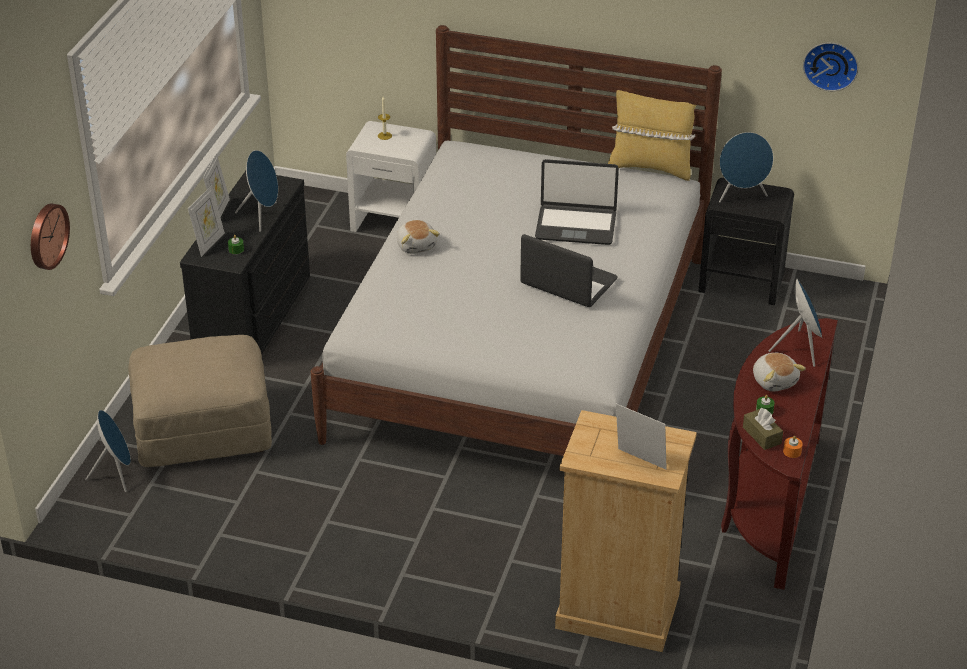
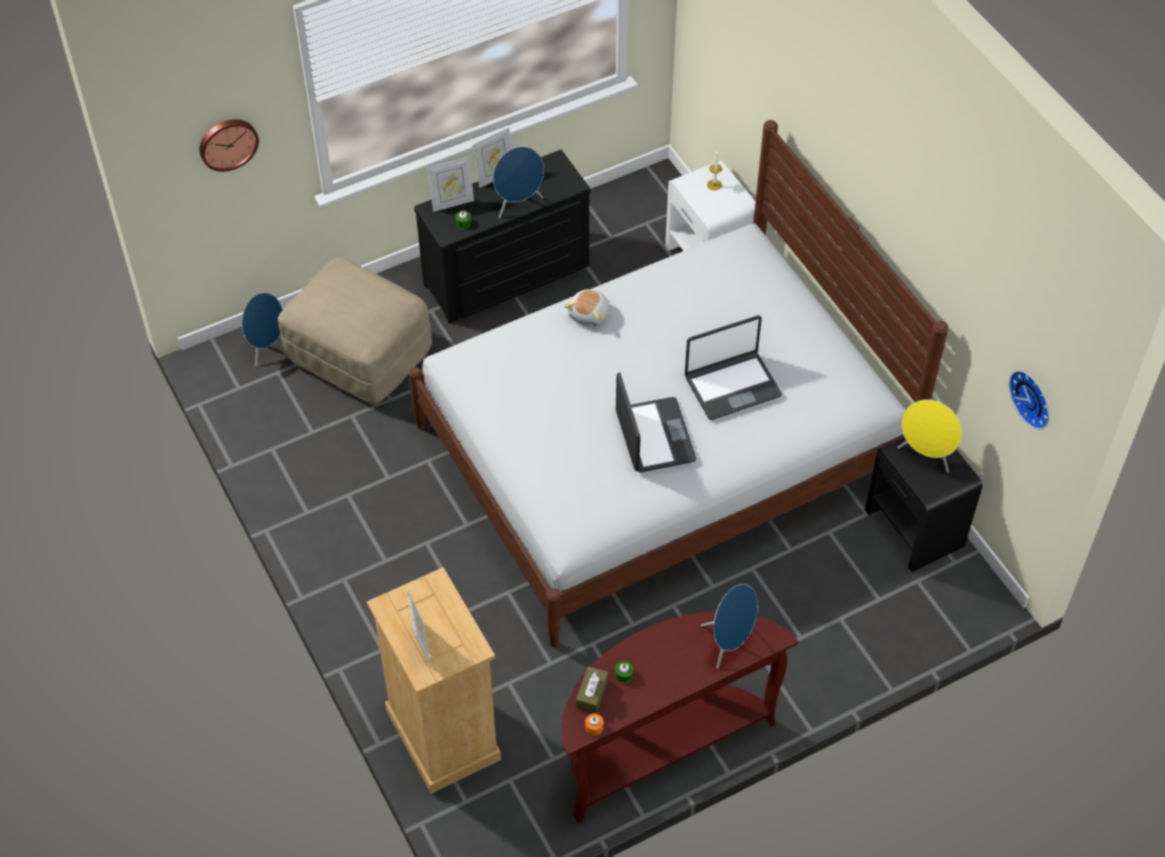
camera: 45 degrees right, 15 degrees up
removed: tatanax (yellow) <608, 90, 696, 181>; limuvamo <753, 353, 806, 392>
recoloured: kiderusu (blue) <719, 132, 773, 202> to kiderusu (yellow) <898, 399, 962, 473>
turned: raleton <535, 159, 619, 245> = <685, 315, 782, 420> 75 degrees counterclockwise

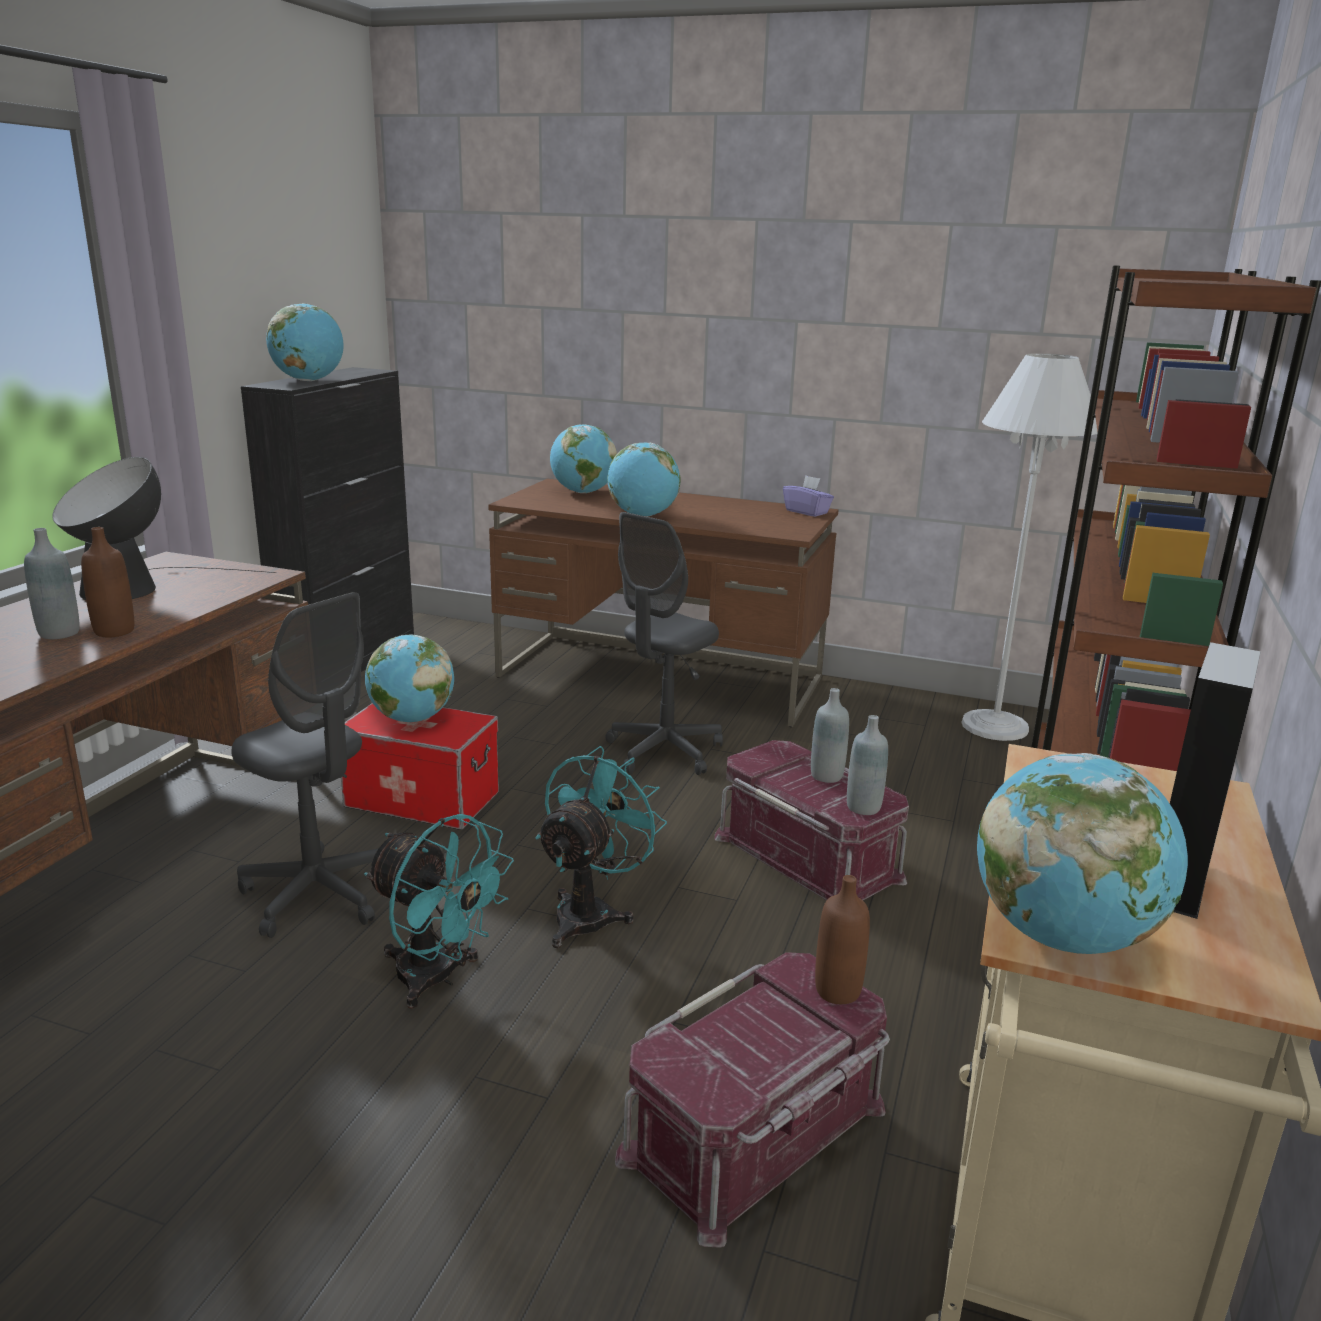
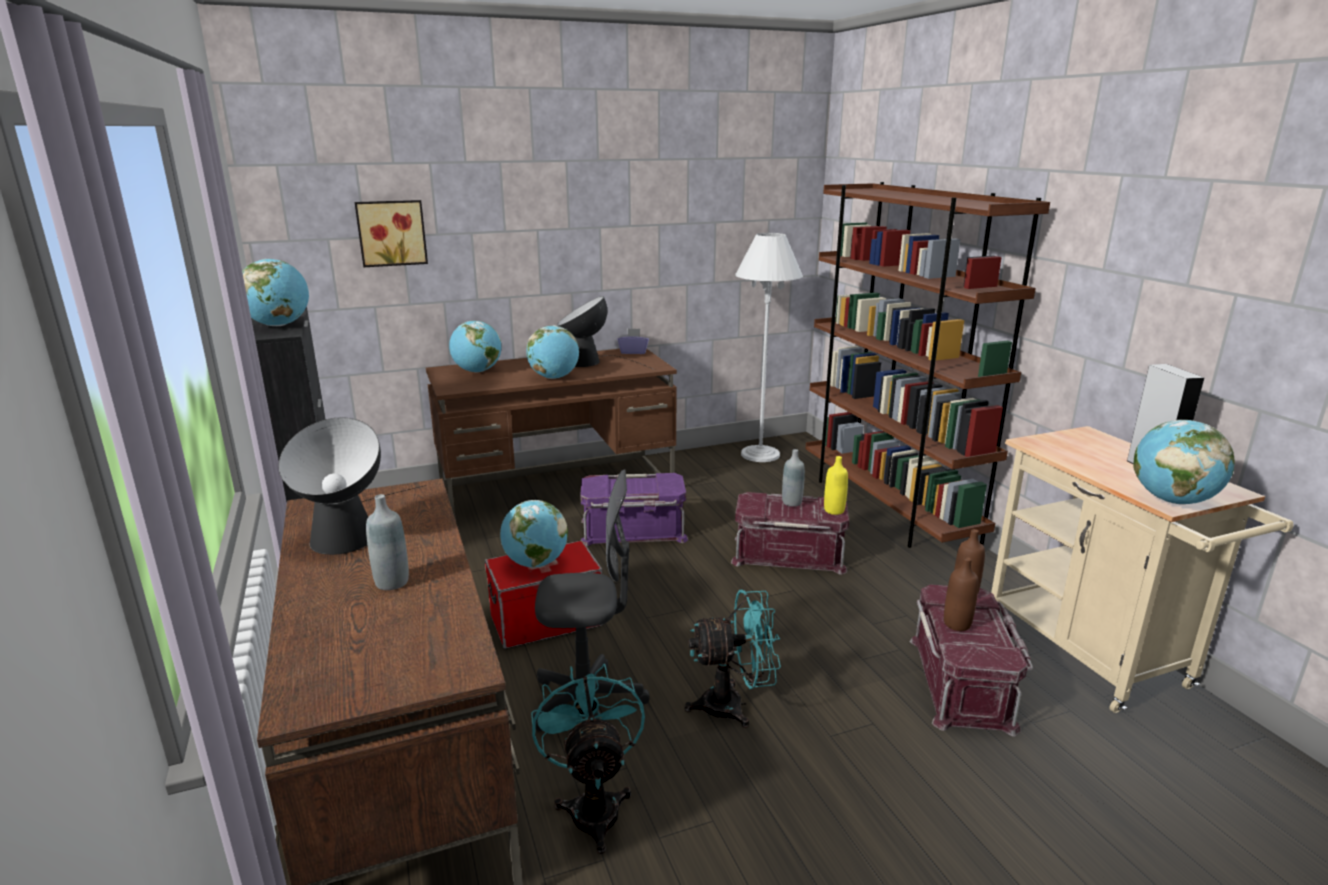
camera: 40 degrees left, 0 degrees up
added: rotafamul <355, 200, 428, 267>; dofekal <557, 296, 655, 370>
moved: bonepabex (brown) <81, 527, 134, 637> to <944, 557, 979, 631>; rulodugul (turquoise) <536, 746, 667, 948> to <531, 664, 645, 854>
replaced: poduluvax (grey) <606, 512, 723, 775> to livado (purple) <580, 473, 688, 546>
recoloured: bonepabex (grey) <847, 715, 888, 815> to bonepabex (yellow) <824, 456, 848, 515>

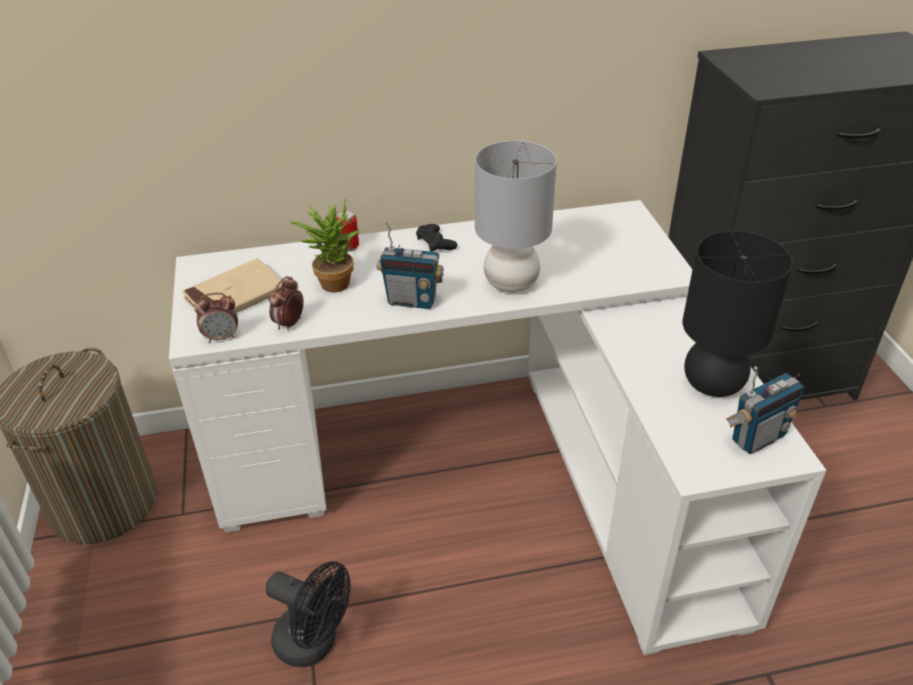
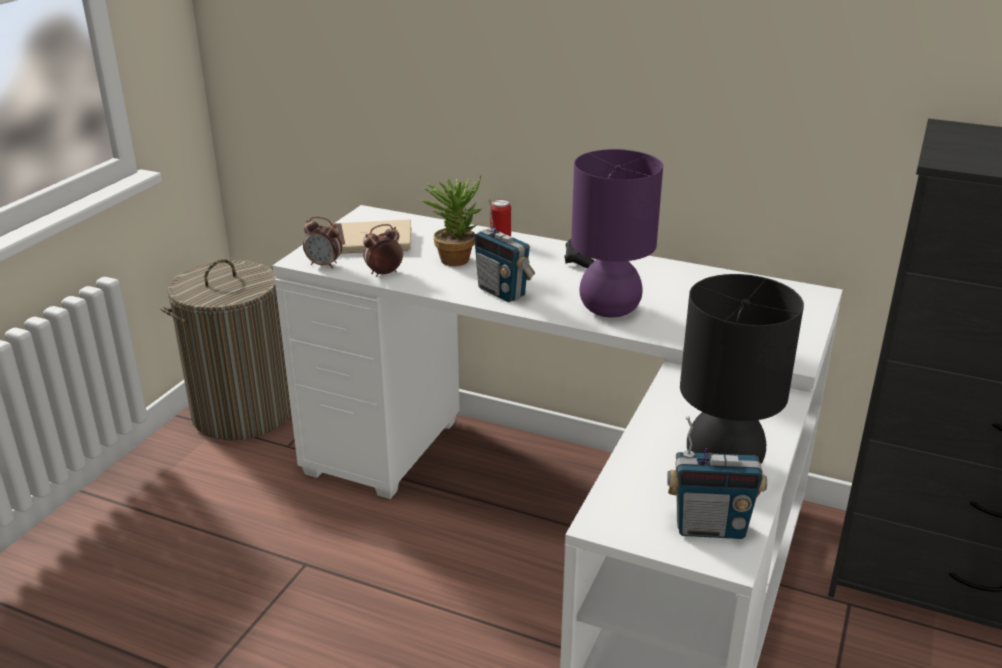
camera: 35 degrees right, 10 degrees down
removed: rulodugul (black) <266, 561, 351, 667>
recoloured: dofekal (grey) <475, 140, 557, 292> to dofekal (purple) <571, 149, 663, 318>

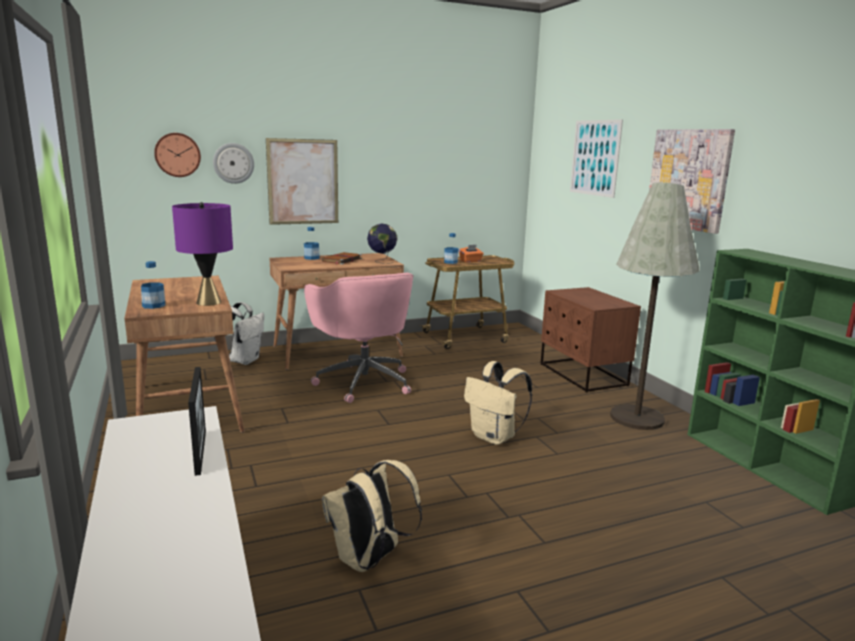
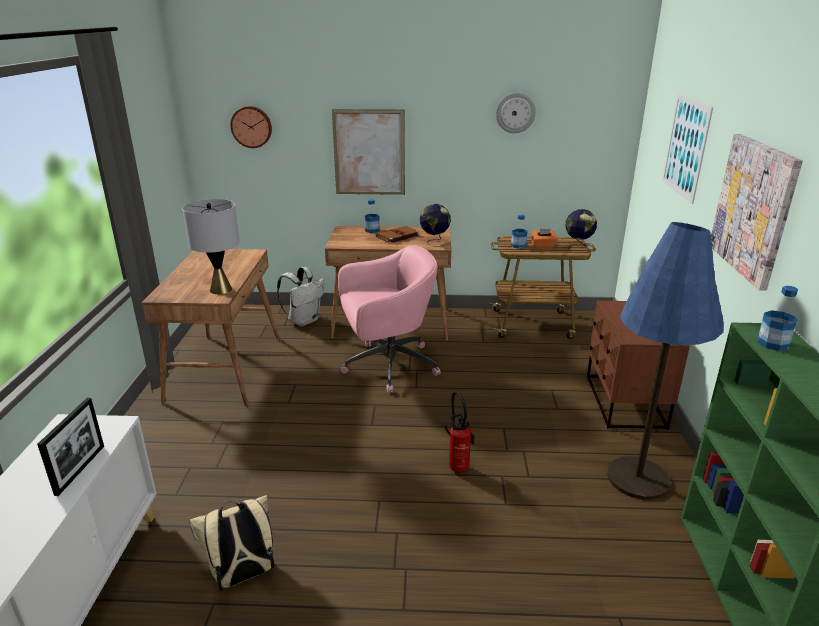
camera: 25 degrees right, 10 degrees up
added: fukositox <566, 209, 597, 251>
moved: bonepabex <141, 261, 165, 309> to <757, 286, 798, 351>; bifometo <213, 143, 254, 184> to <496, 92, 536, 133>
replaced: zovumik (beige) <464, 361, 532, 445> to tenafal <445, 391, 474, 474>
recoloured: dofekal (purple) <172, 202, 233, 306> to dofekal (grey) <182, 199, 240, 294>; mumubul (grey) <610, 183, 700, 430> to mumubul (blue) <607, 222, 724, 500>
turned: poduluvax (pink) <304, 273, 413, 403> = <338, 245, 441, 393> 105 degrees counterclockwise

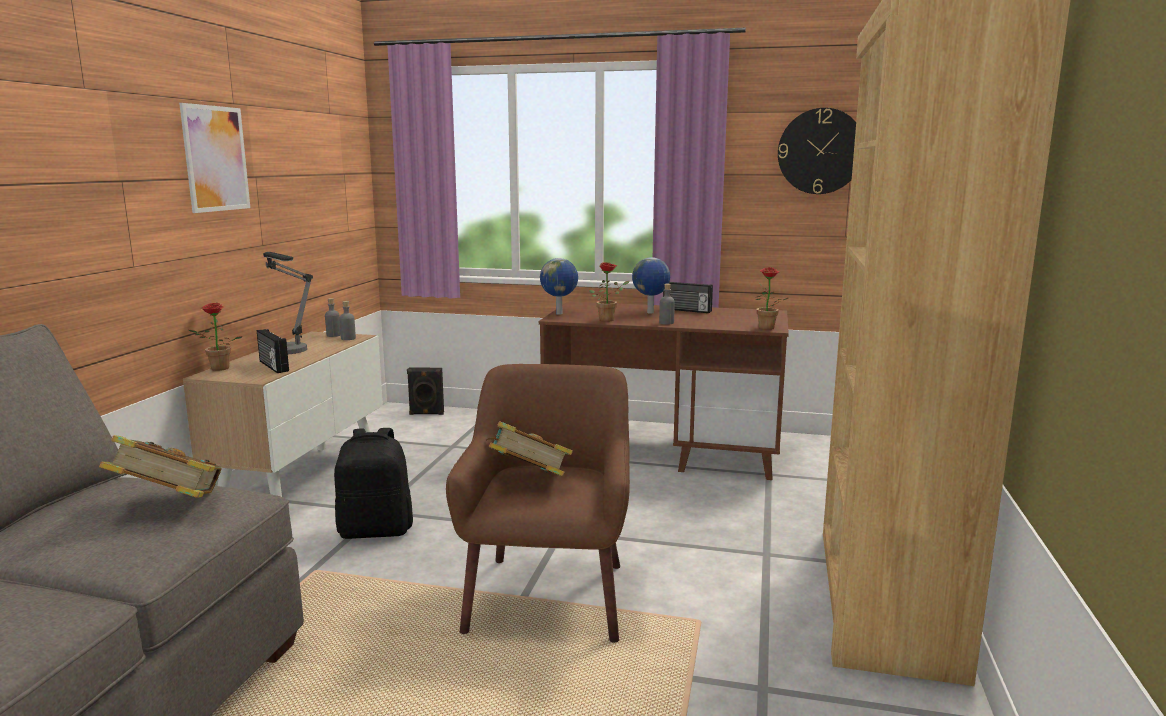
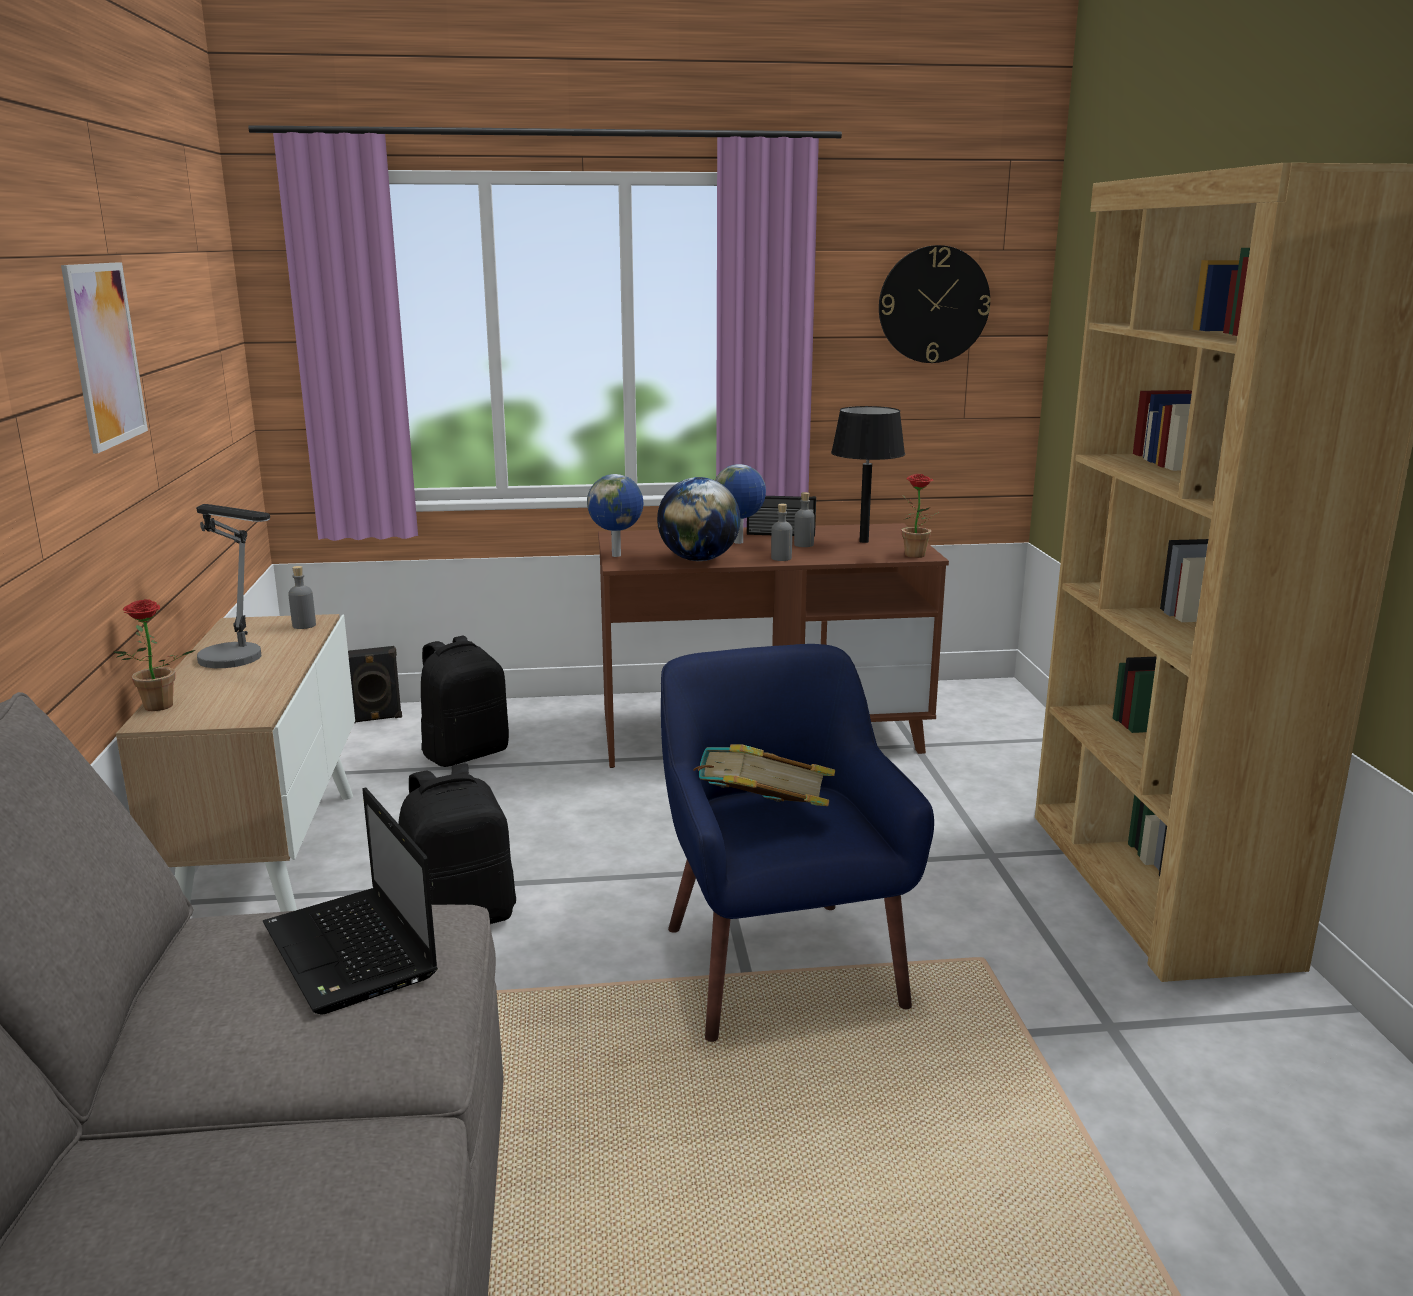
camera: 20 degrees left, 5 degrees up
removed: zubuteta <257, 329, 289, 373>
added: zovumik (black) <421, 636, 509, 767>; dofekal (black) <831, 406, 905, 543>
moved: bonepabex (grey) <325, 298, 341, 337> to <794, 492, 815, 547>
replaced: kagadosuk <99, 435, 222, 498> to raleton <263, 787, 438, 1015>; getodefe <589, 262, 630, 322> to fukositox <657, 477, 741, 561>
recoloured: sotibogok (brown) <446, 364, 630, 643> to sotibogok (blue) <661, 644, 934, 1042>

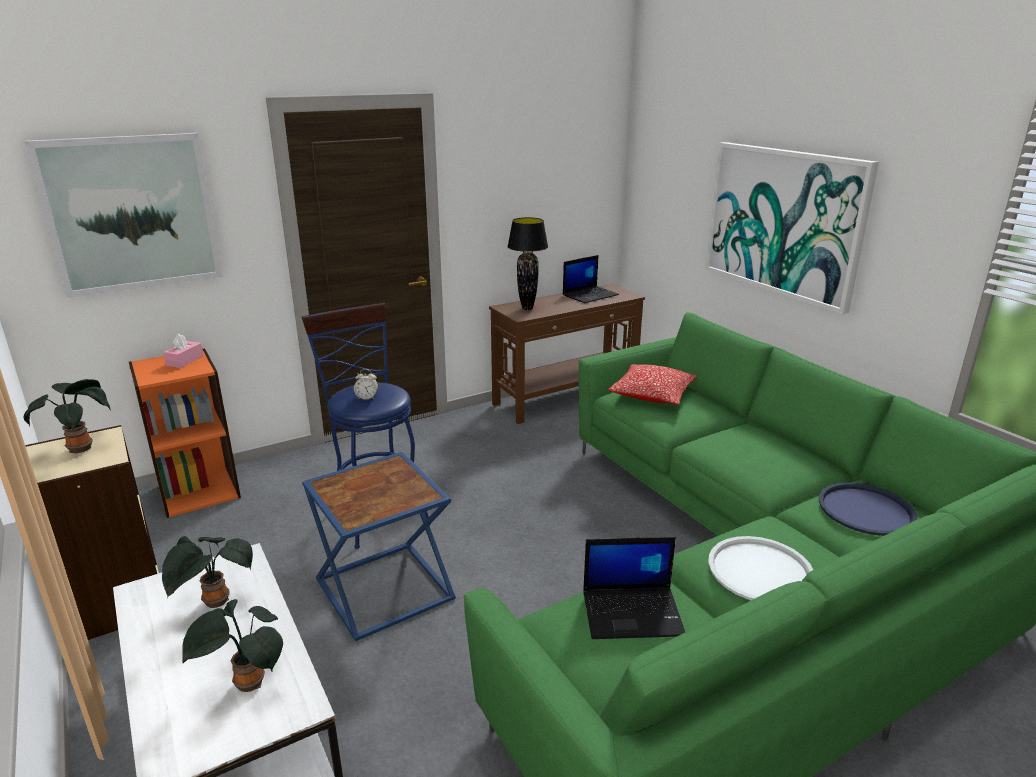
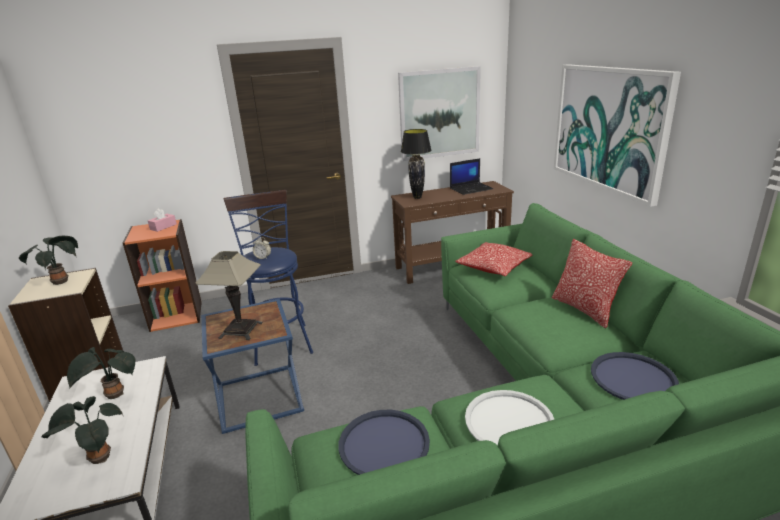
camera: 15 degrees right, 0 degrees up
added: dofekal <195, 251, 263, 340>; tatanax <552, 239, 632, 328>
moved: rotafamul <25, 133, 223, 298> to <398, 66, 481, 161>
replaced: raleton <583, 537, 685, 639> to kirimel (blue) <338, 410, 430, 475>

